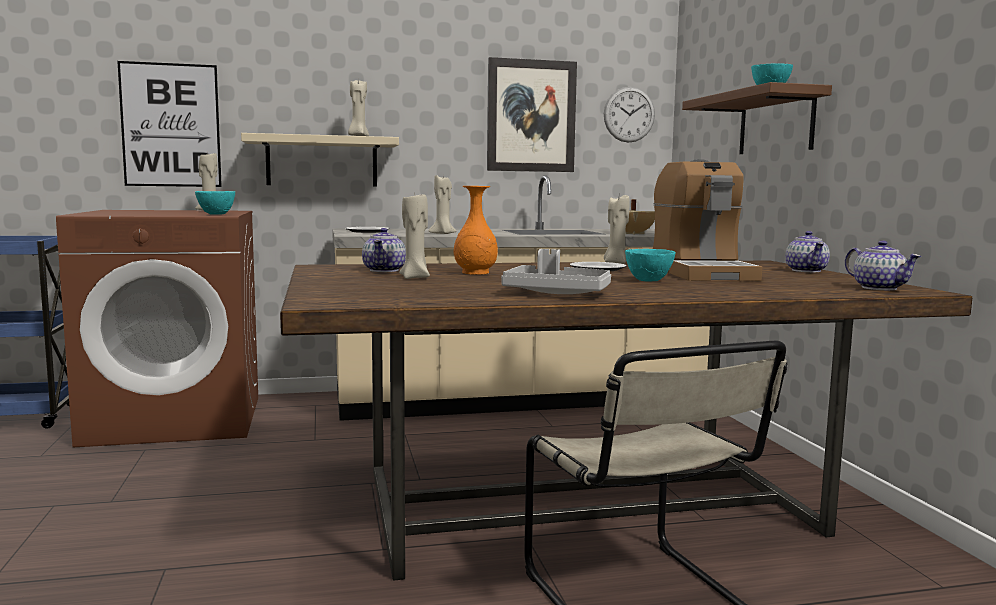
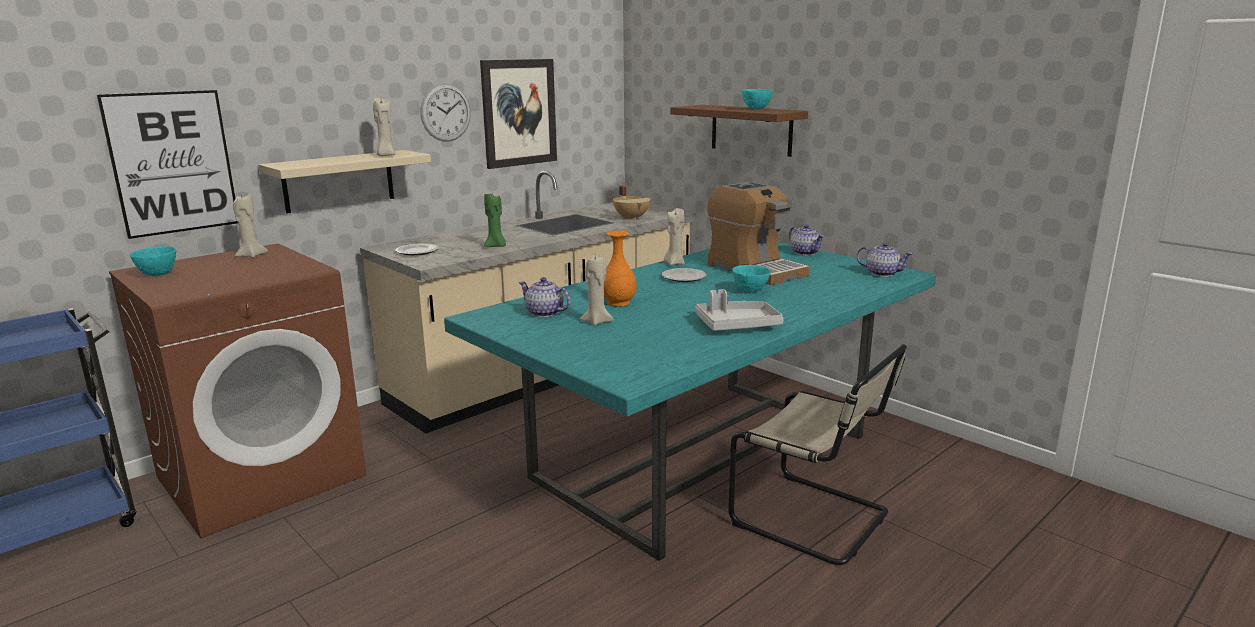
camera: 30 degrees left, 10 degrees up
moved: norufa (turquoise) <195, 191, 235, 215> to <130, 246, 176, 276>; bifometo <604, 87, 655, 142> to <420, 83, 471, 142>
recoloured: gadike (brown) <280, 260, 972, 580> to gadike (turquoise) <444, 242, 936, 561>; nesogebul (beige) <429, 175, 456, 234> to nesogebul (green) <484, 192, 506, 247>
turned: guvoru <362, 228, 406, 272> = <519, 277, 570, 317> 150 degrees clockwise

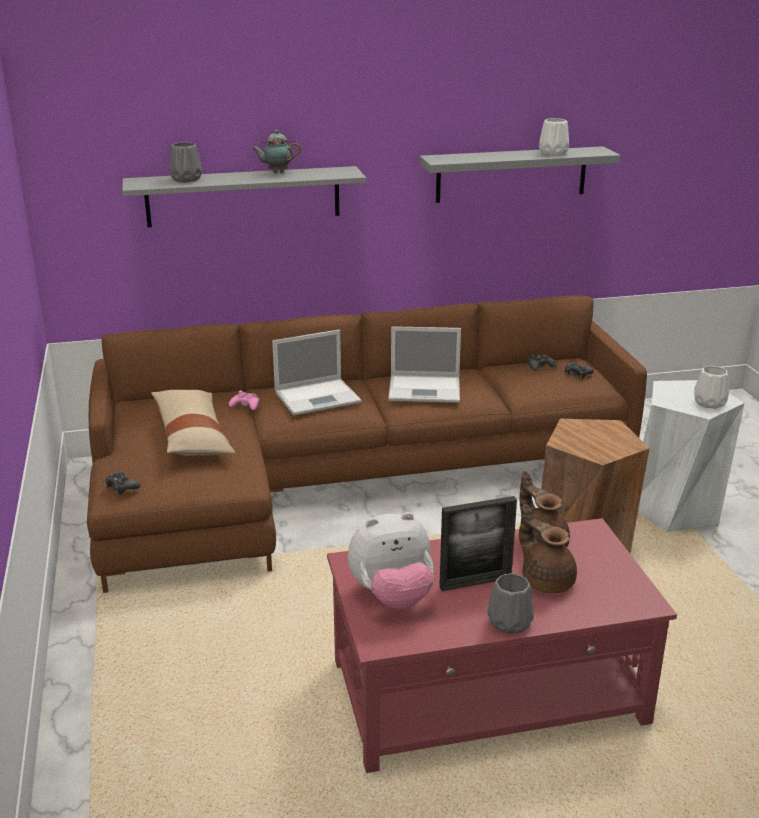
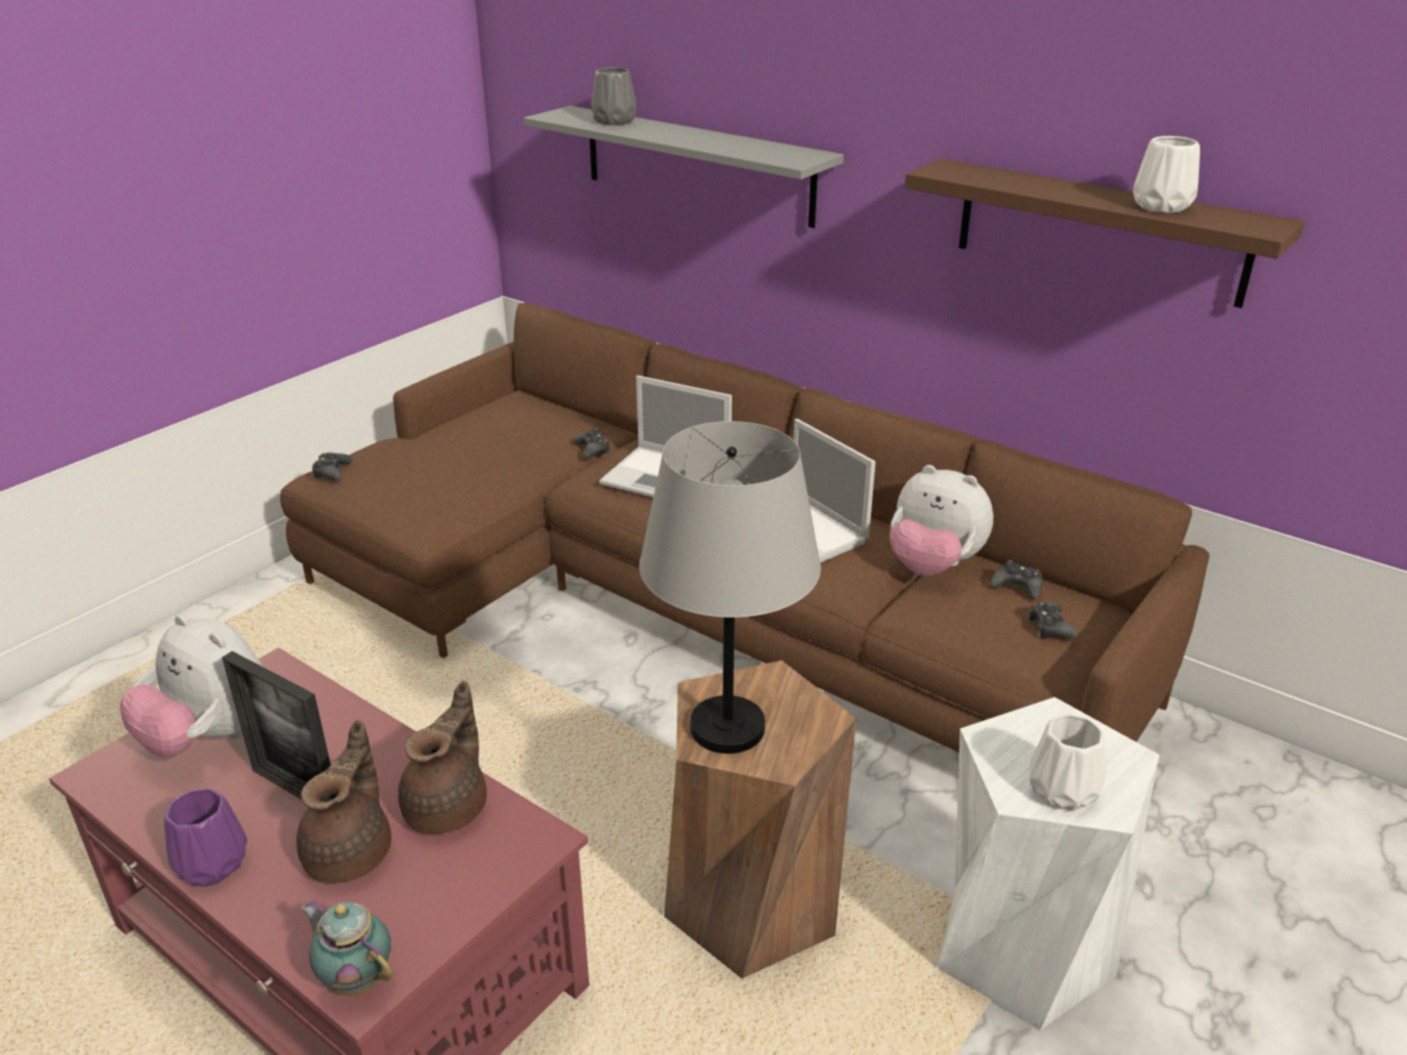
camera: 50 degrees right, 5 degrees up
removed: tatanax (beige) <151, 390, 235, 456>
added: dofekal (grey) <639, 421, 821, 754>; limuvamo <890, 465, 994, 576>
moved: guvoru <251, 130, 301, 173> to <301, 900, 392, 996>
recoloured: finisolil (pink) <229, 390, 259, 410> to finisolil (black) <573, 427, 610, 458>; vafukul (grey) <419, 146, 620, 203> to vafukul (brown) <905, 159, 1305, 308>; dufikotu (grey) <487, 574, 534, 634> to dufikotu (purple) <164, 788, 247, 887>

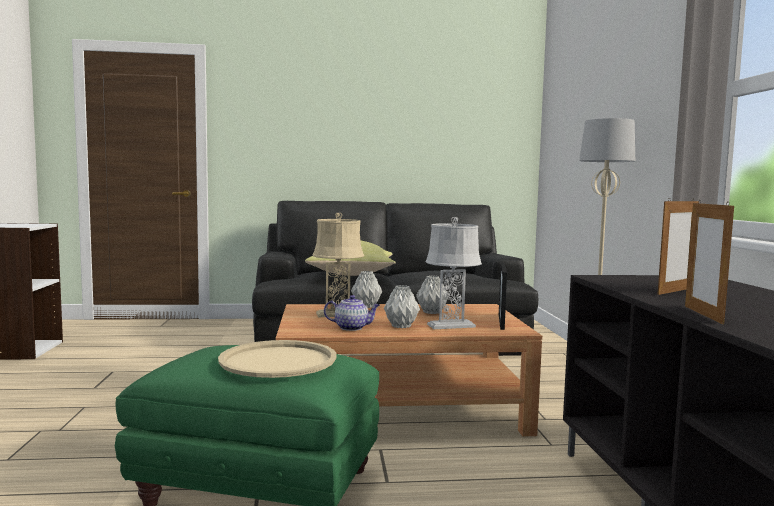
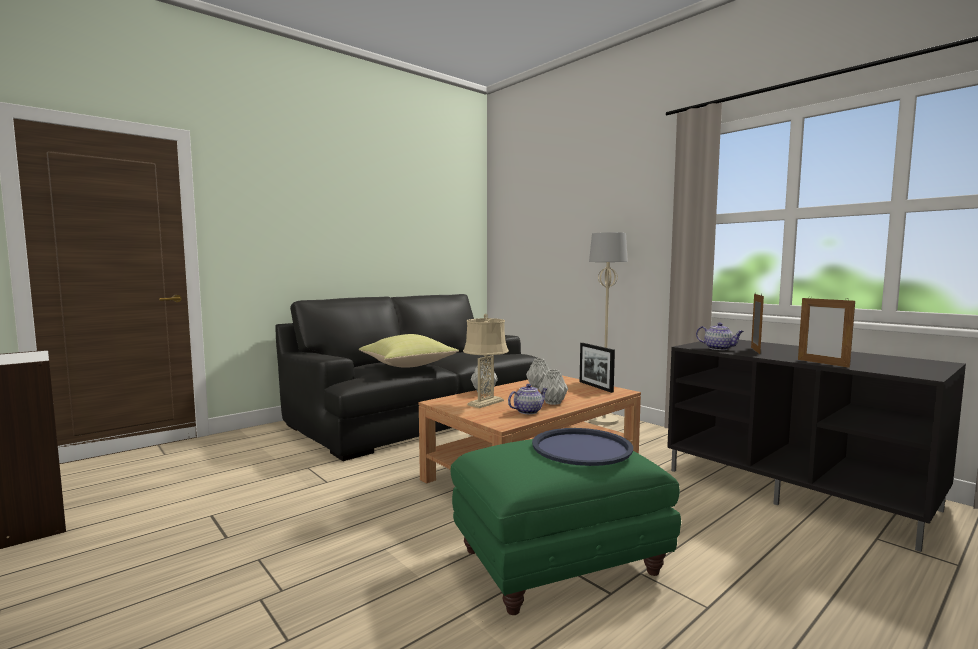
camera: 35 degrees left, 0 degrees up
removed: dofekal (grey) <426, 217, 482, 329>
added: guvoru <696, 323, 744, 350>
recoloured: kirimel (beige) <218, 340, 336, 378> to kirimel (blue) <532, 428, 633, 466>

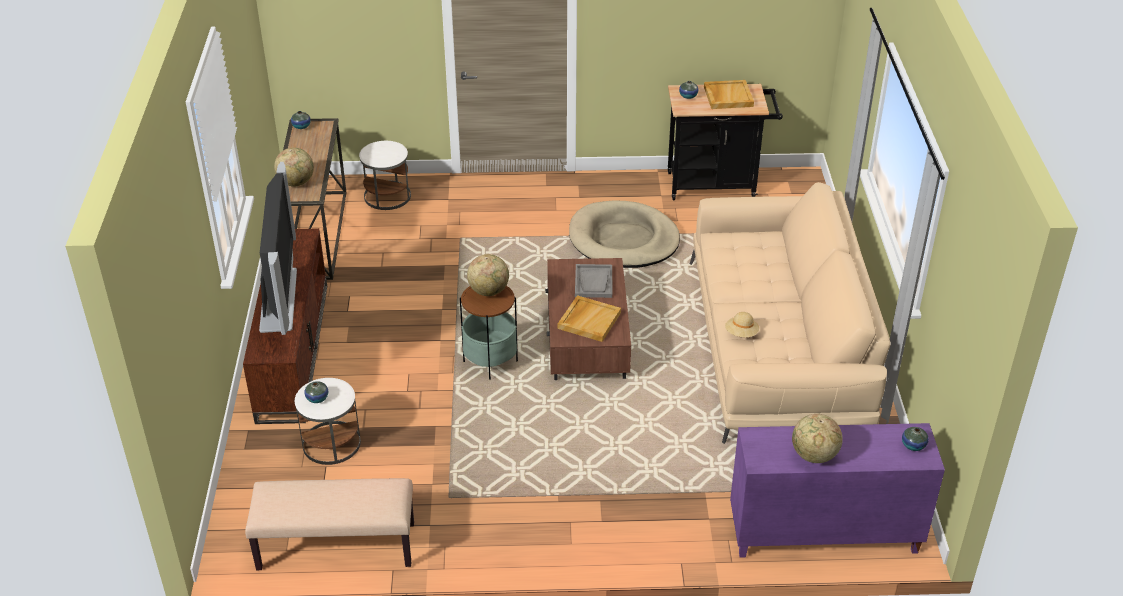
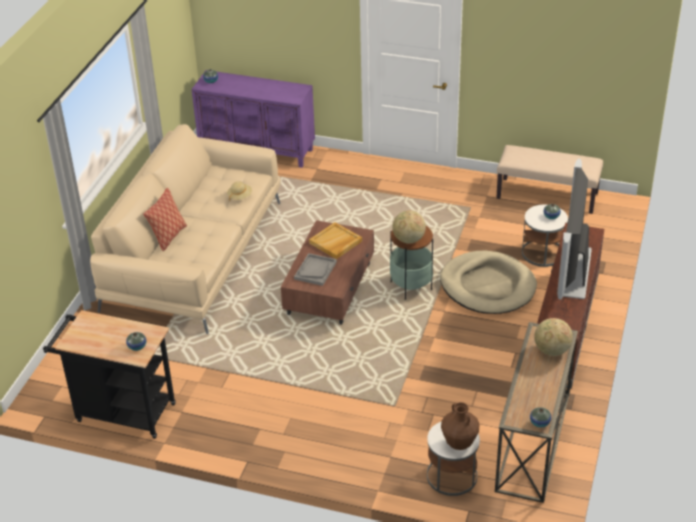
camera: 160 degrees left, 0 degrees up
removed: kirimel (beige) <704, 80, 754, 109>; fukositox <792, 414, 843, 463>
added: tatanax <143, 188, 187, 251>; dufikotu (brown) <441, 402, 480, 450>
moved: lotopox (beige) <569, 200, 680, 268> to <440, 251, 537, 314>

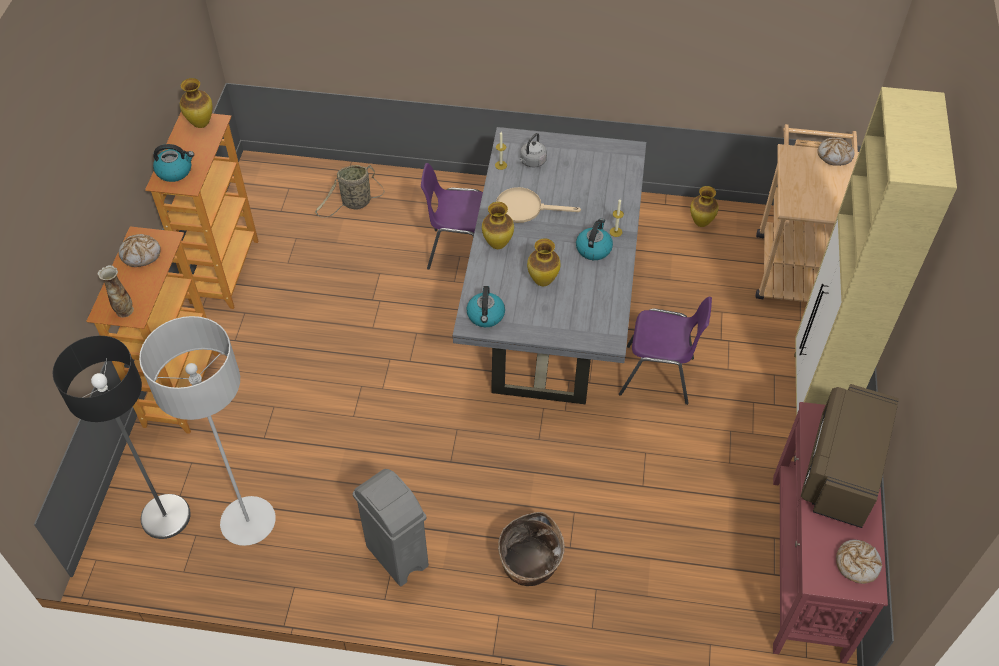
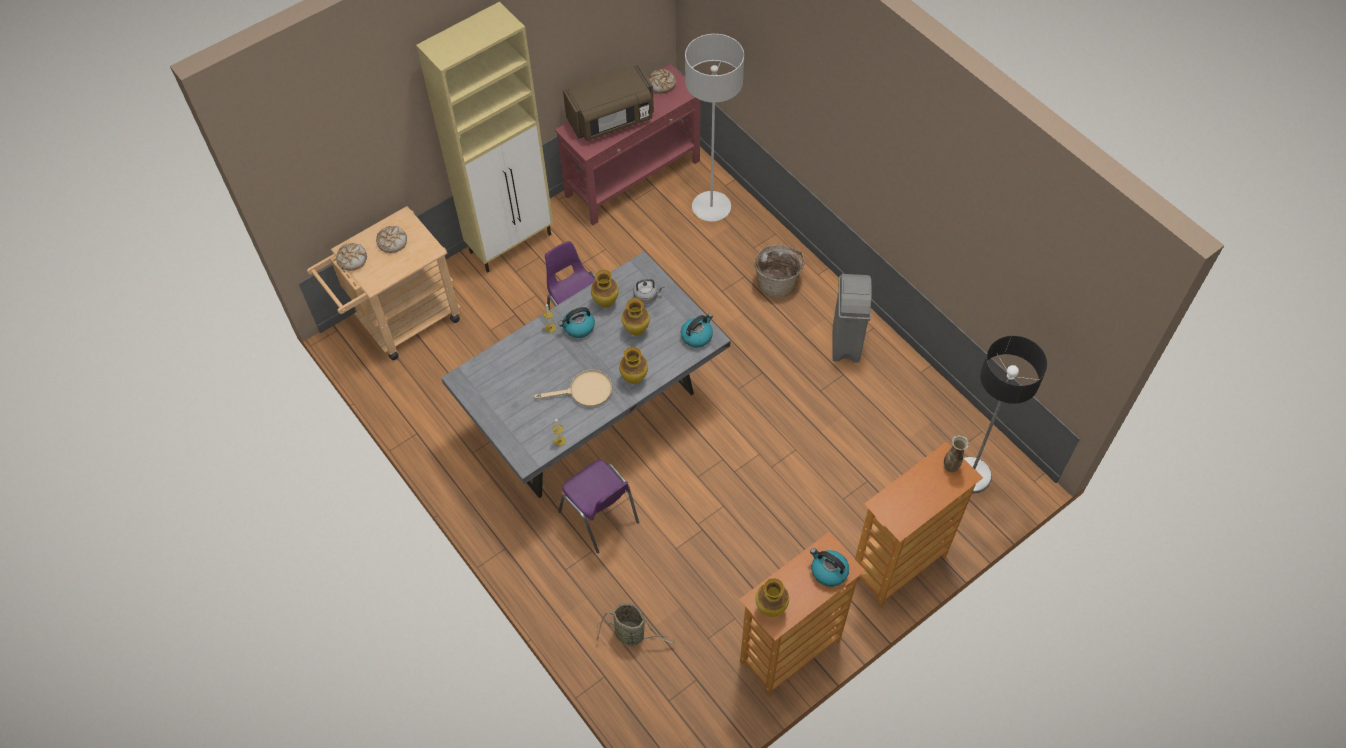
camera: 135 degrees left, 5 degrees up
moved: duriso <119, 234, 161, 267> to <376, 226, 407, 253>; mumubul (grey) <139, 316, 276, 546> to <685, 34, 744, 222>; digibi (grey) <519, 133, 547, 168> to <633, 279, 664, 304>; dufikotu <690, 186, 718, 227> to <591, 270, 619, 308>
turned: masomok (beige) <496, 187, 581, 223> = <534, 370, 612, 407> 60 degrees counterclockwise

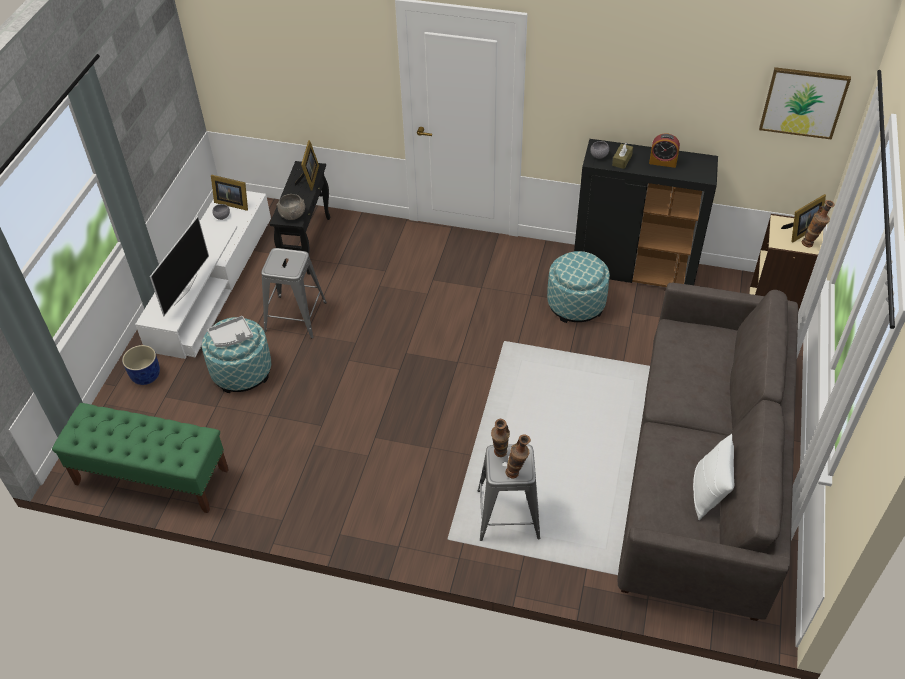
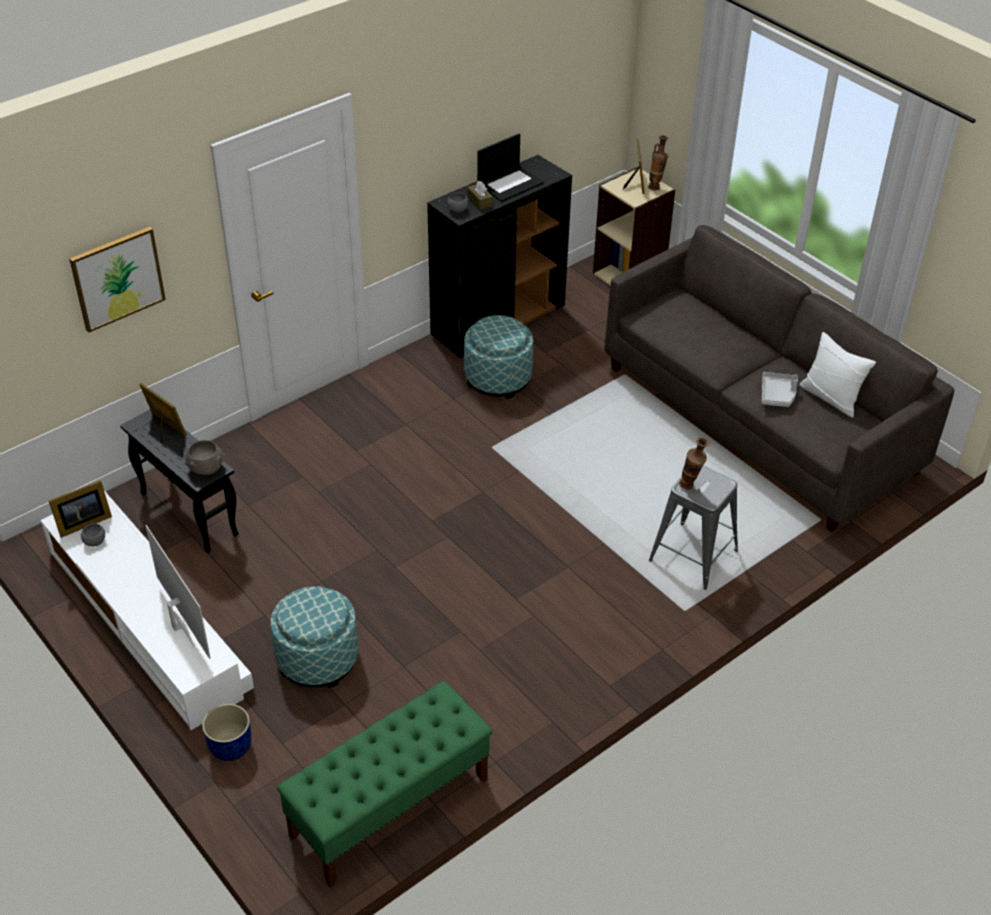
camera: 55 degrees left, 5 degrees down
removed: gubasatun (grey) <261, 248, 327, 338>; dufikotu <506, 434, 531, 479>
moved: kirimel (grey) <208, 316, 253, 347> to <762, 372, 798, 407>; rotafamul <759, 67, 851, 140> to <69, 227, 166, 333>
replaced: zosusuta <649, 133, 680, 168> to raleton <477, 133, 544, 202>

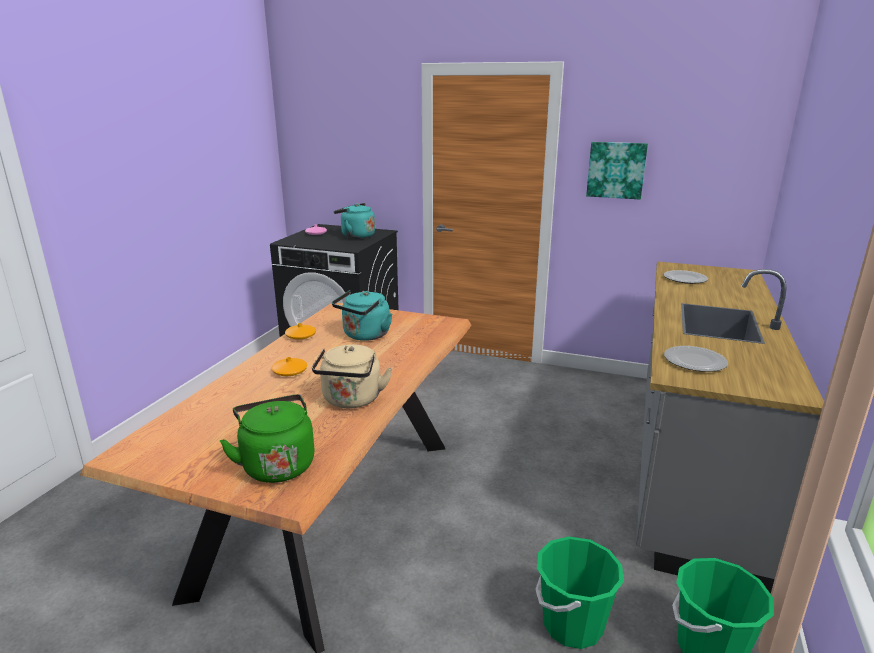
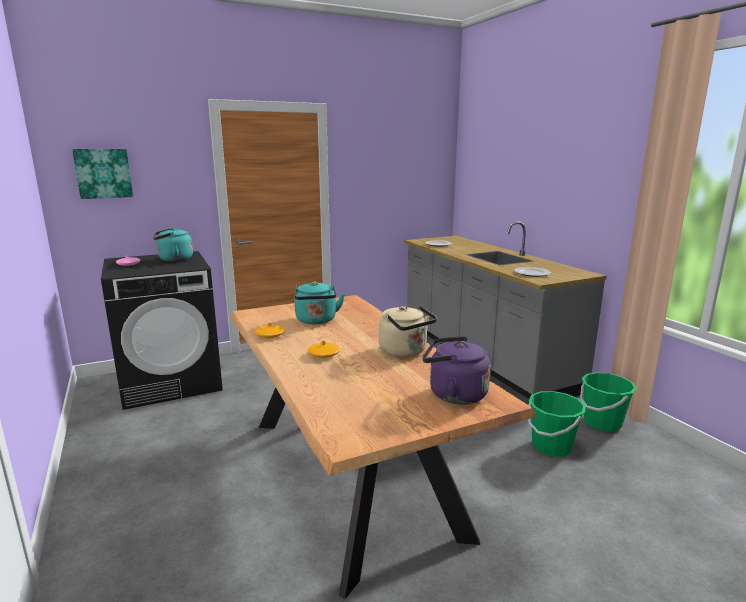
camera: 45 degrees left, 5 degrees down
moved: rotafamul <586, 142, 648, 200> to <72, 149, 133, 199>
recoloured: digibi (green) <220, 394, 314, 483> to digibi (purple) <423, 336, 491, 404>

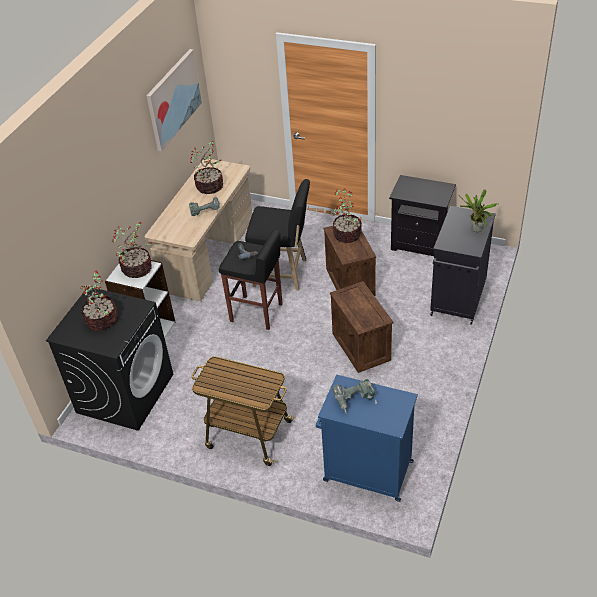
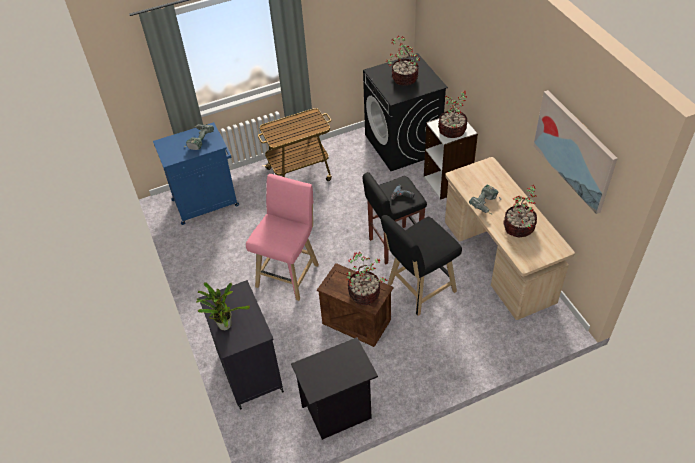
camera: 135 degrees right, 5 degrees up
replaced: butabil <330, 281, 393, 373> to gubasatun (pink) <246, 174, 319, 301>

